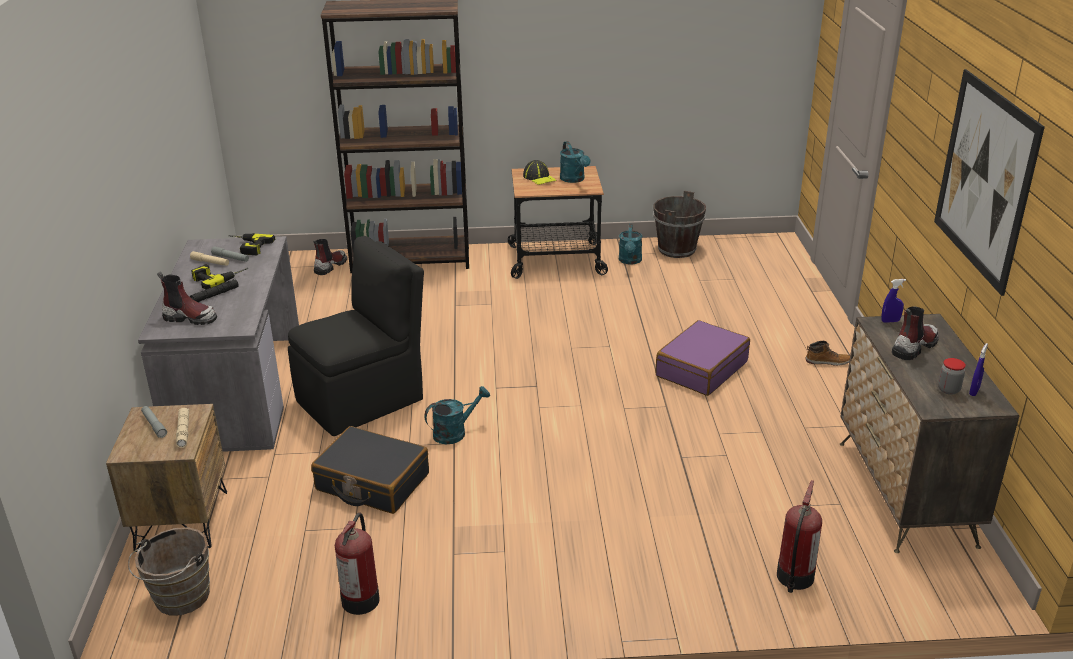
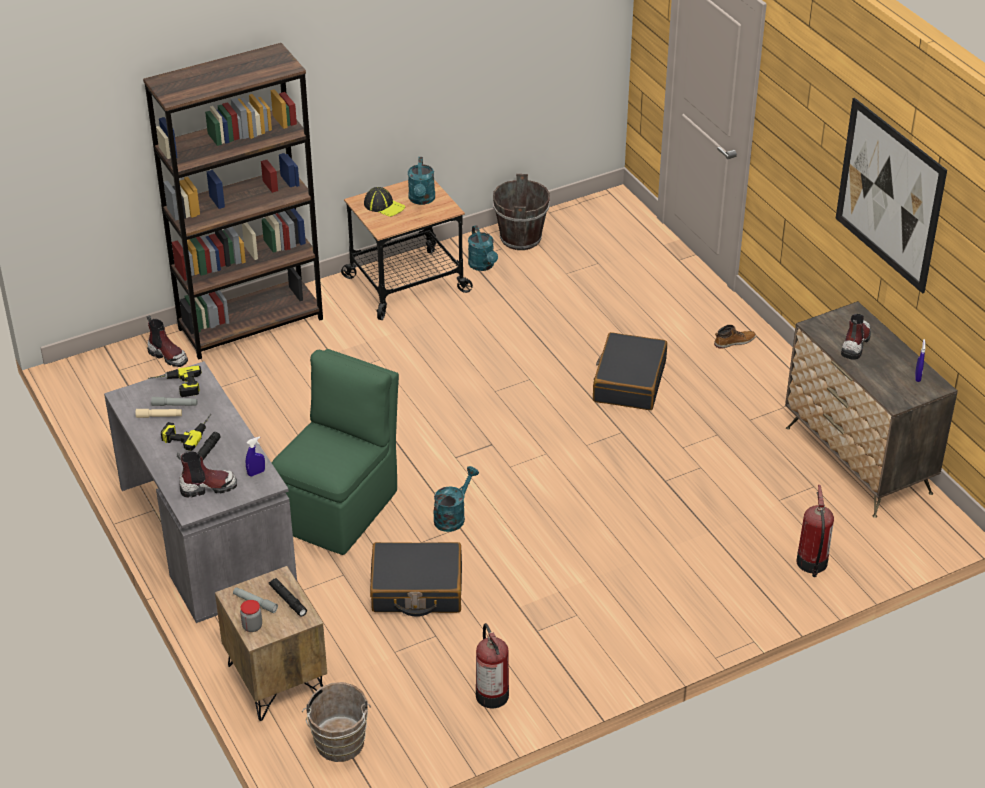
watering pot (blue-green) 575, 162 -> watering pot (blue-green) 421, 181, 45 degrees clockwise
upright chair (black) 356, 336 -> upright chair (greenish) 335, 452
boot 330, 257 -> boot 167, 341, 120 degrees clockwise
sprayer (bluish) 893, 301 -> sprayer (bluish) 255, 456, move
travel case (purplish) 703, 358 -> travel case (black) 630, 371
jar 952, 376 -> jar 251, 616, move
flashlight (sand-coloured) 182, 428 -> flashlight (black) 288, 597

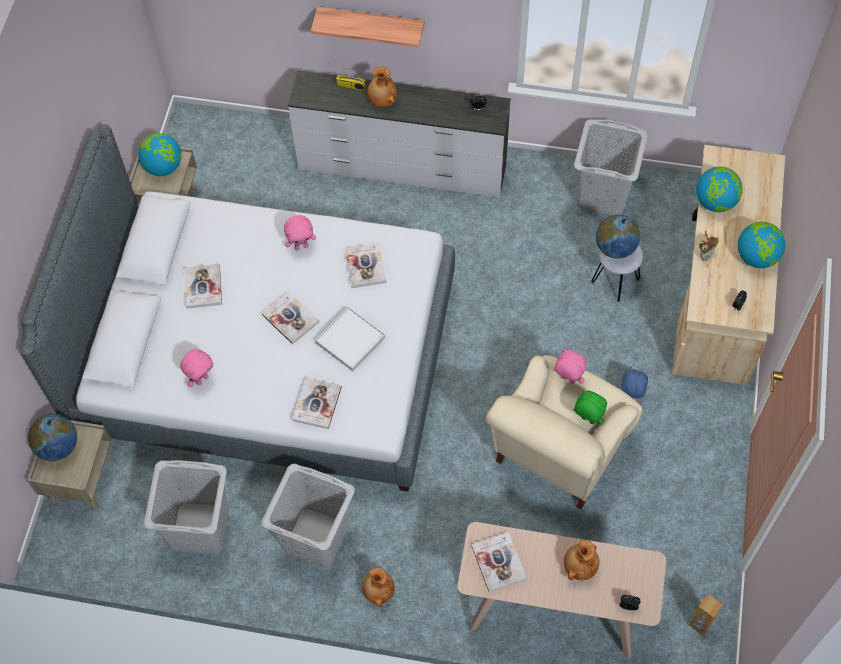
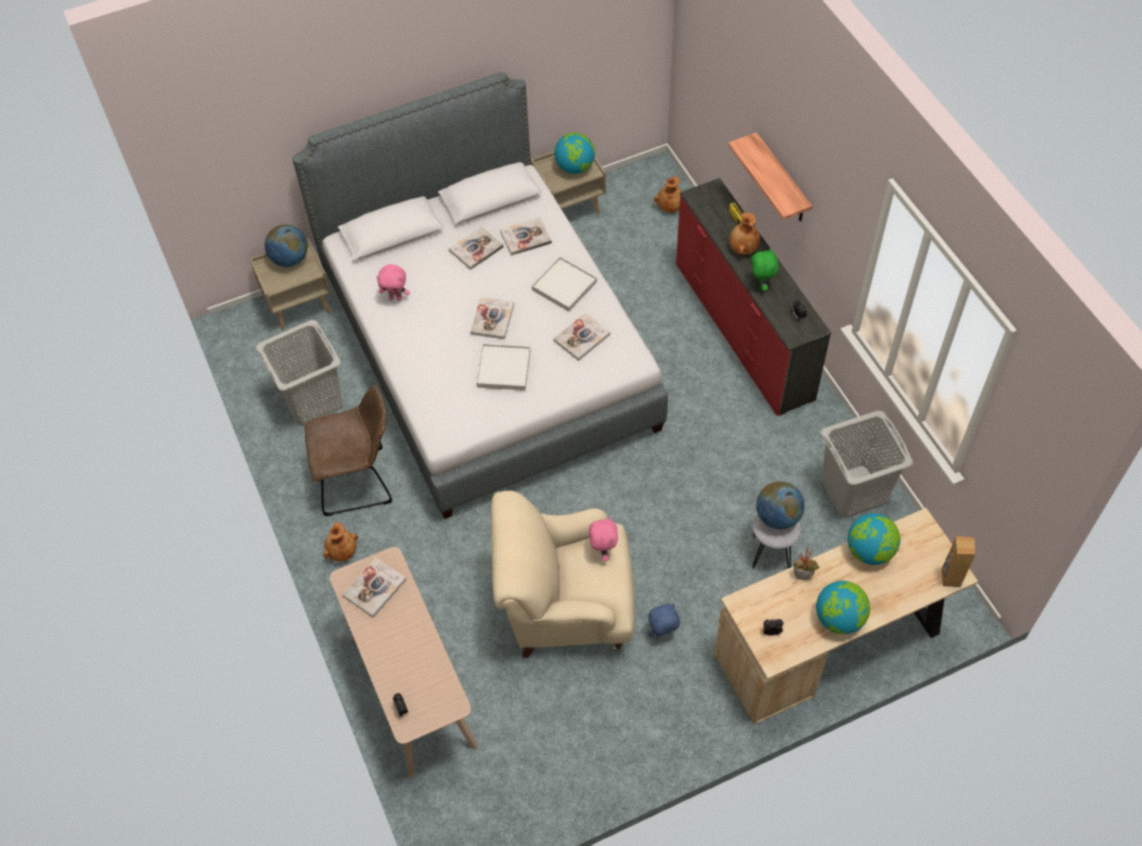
chest of drawers (whitish) 399, 134 -> chest of drawers (reddish) 753, 297
cuddly toy (pink) 300, 232 -> tray (whitish) 564, 284
volume 317, 403 -> volume 526, 236, move
cuddly toy (greenish) 591, 407 -> cuddly toy (greenish) 765, 269, move
hamper (grey) 308, 516 -> upright chair (brown) 348, 450
decorative vase (brown) 582, 560 -> decorative vase (brown) 668, 194, move
loudspeaker (brown) 706, 615 -> loudspeaker (brown) 959, 561, move

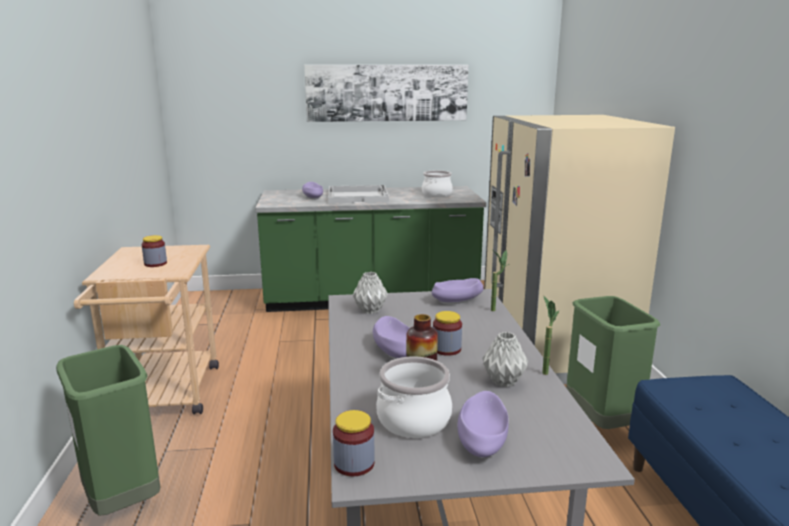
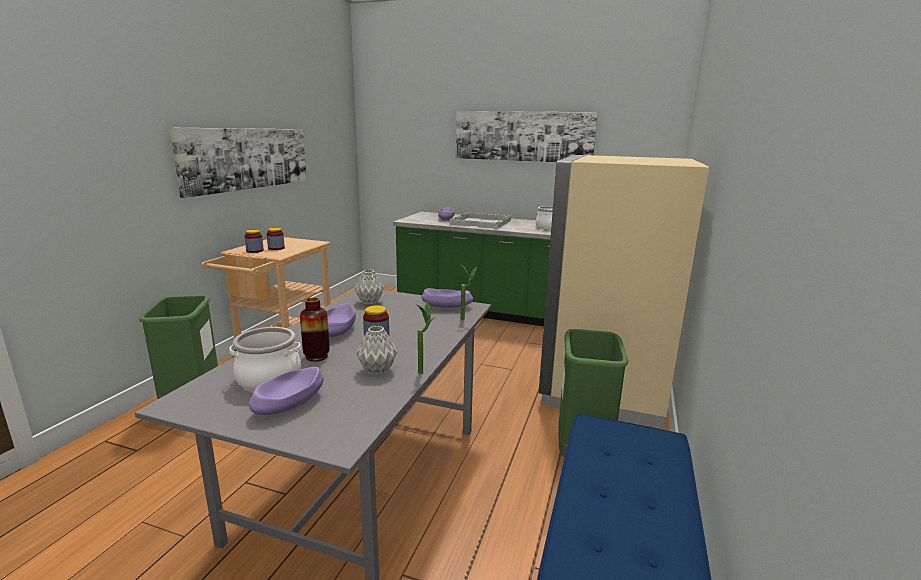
jar 354, 443 -> jar 254, 241, move
none -> wall picture 238, 162

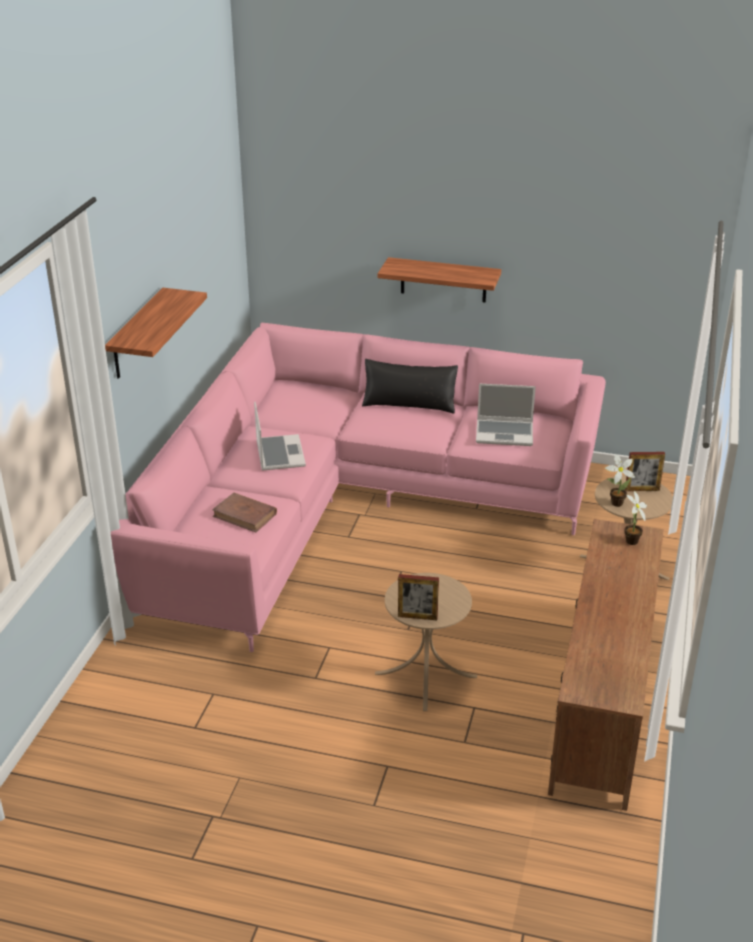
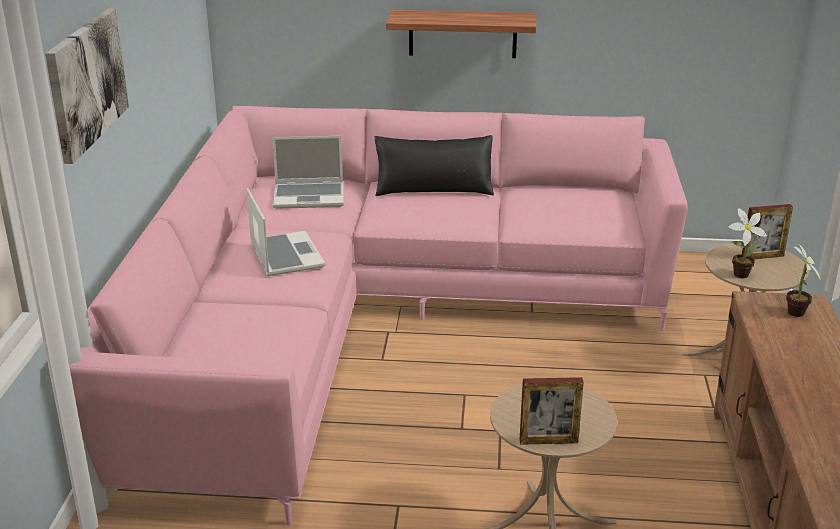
wall shelf 156, 333 -> wall picture 87, 86
laptop 506, 414 -> laptop 307, 172, move
volume (brown) 244, 512 -> none

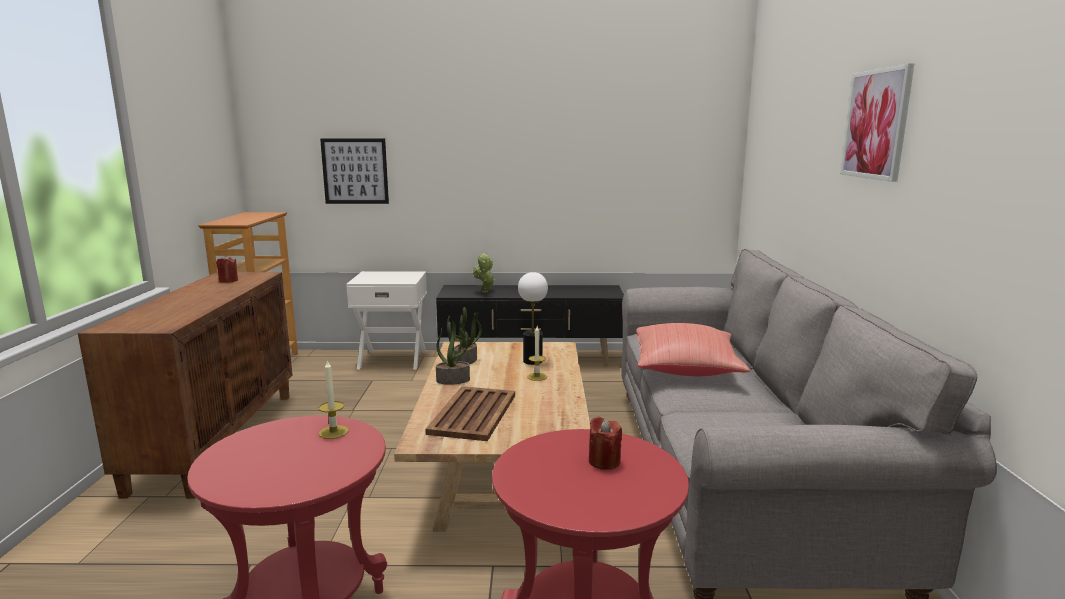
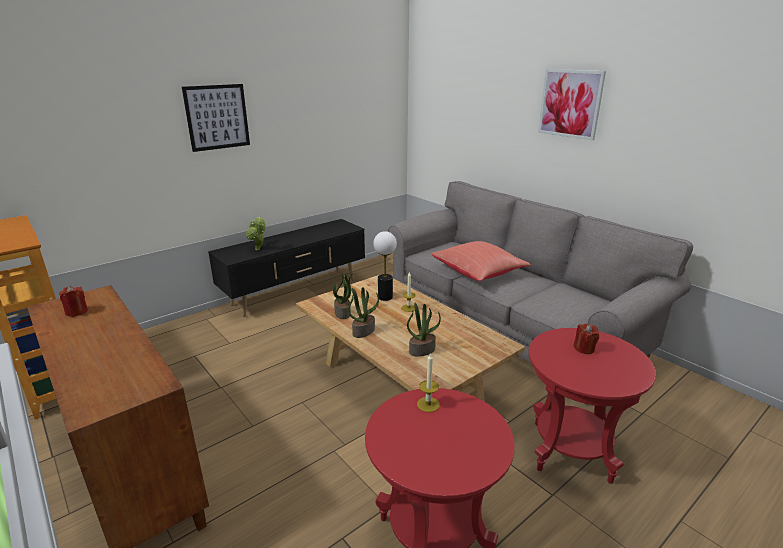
wall picture 354, 171 -> wall picture 216, 118, move
night table (whitish) 386, 320 -> none
tray (brown) 470, 413 -> houseplant 424, 329

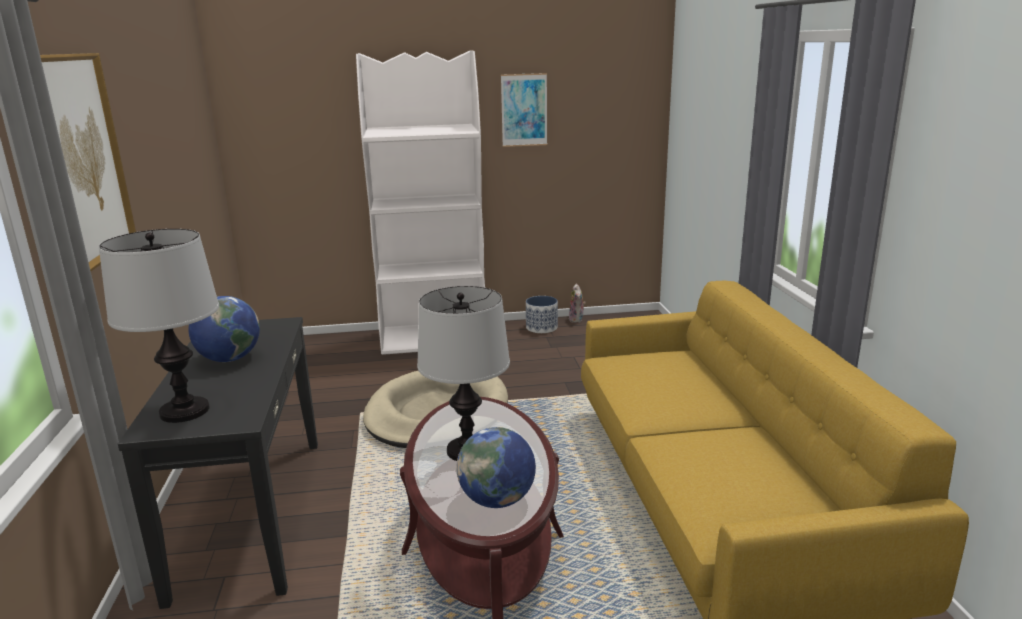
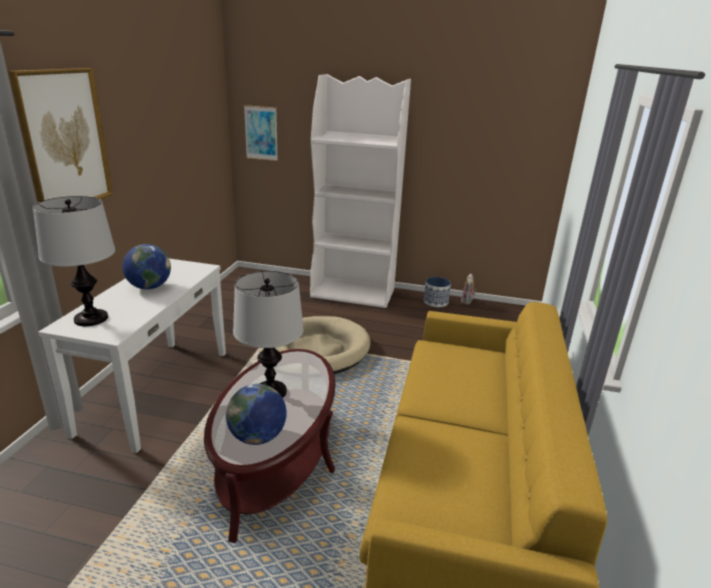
wall picture 524, 110 -> wall picture 261, 133, move
console table (black) 218, 463 -> console table (whitish) 132, 356

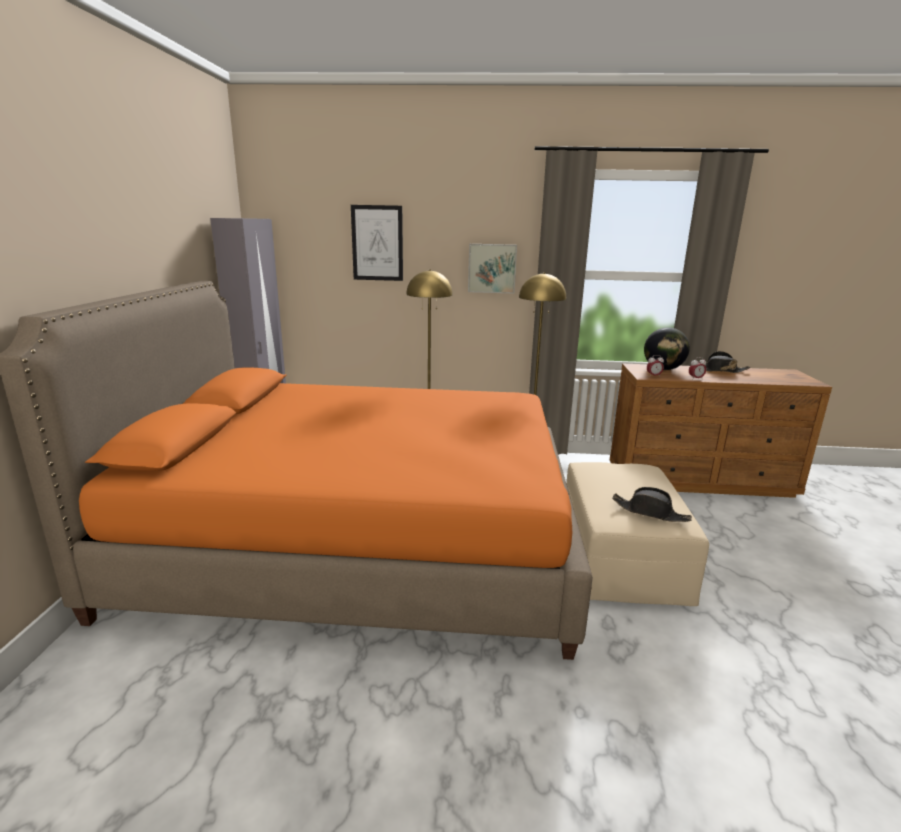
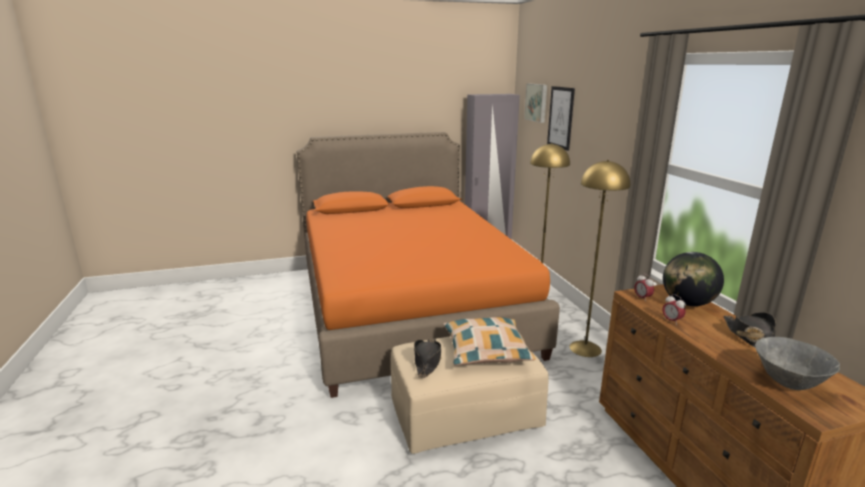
wall picture 492, 268 -> wall picture 535, 103, move
none -> cushion 489, 341
none -> deep dish (grey) 797, 363

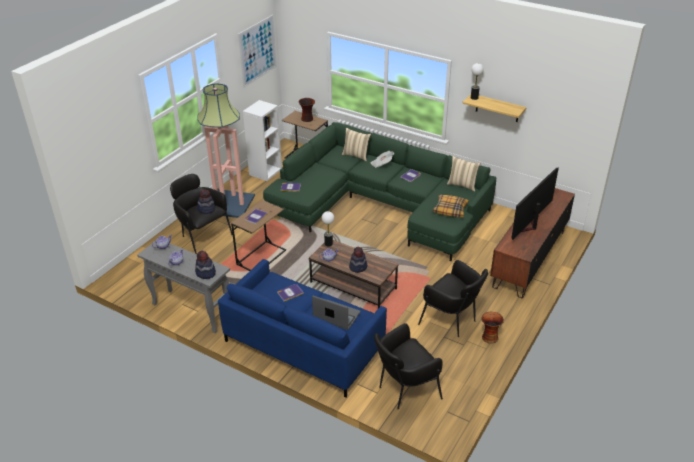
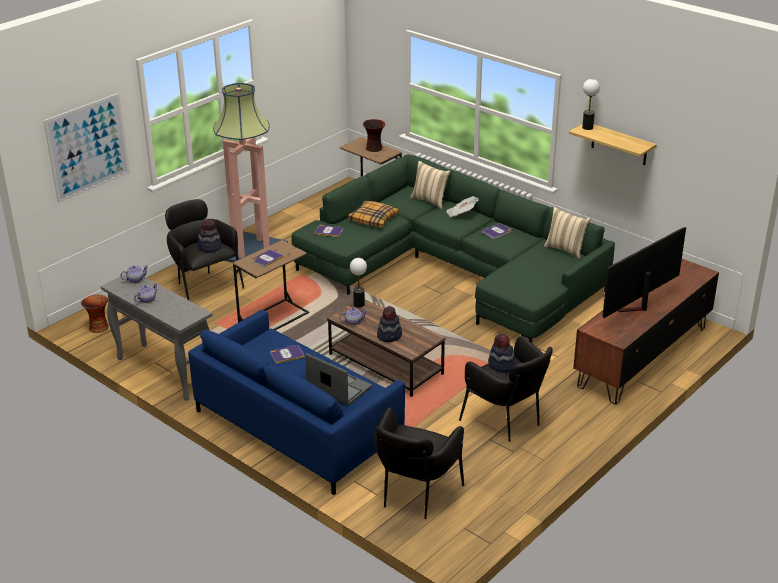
wall picture 257, 51 -> wall picture 87, 148, move
shelving unit (whitish) 262, 140 -> none
cushion 451, 206 -> cushion 373, 214, move
wearable hat 205, 265 -> wearable hat 501, 353, move
decorative vase 492, 328 -> decorative vase 95, 314, move
lounge chair (black) 408, 366 -> lounge chair (black) 419, 463, 45 degrees counterclockwise

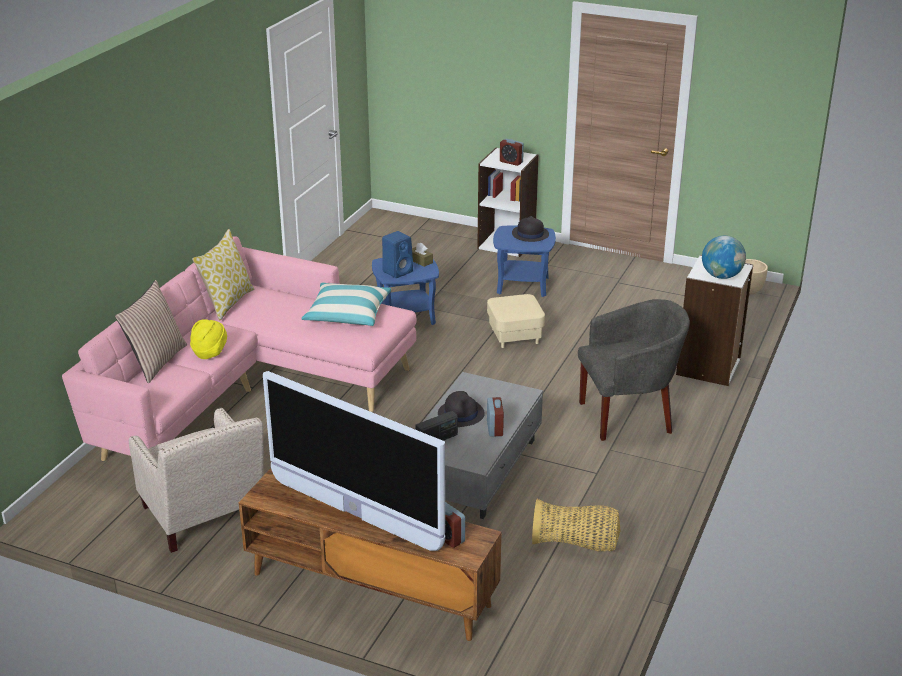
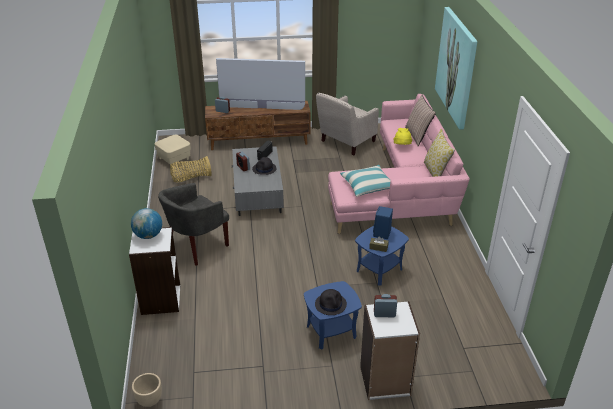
ottoman (sand-coloured) 516, 321 -> ottoman (sand-coloured) 173, 150, move
lounge chair (sand-coloured) 196, 480 -> lounge chair (sand-coloured) 347, 124, 75 degrees counterclockwise
none -> wall picture 456, 68

